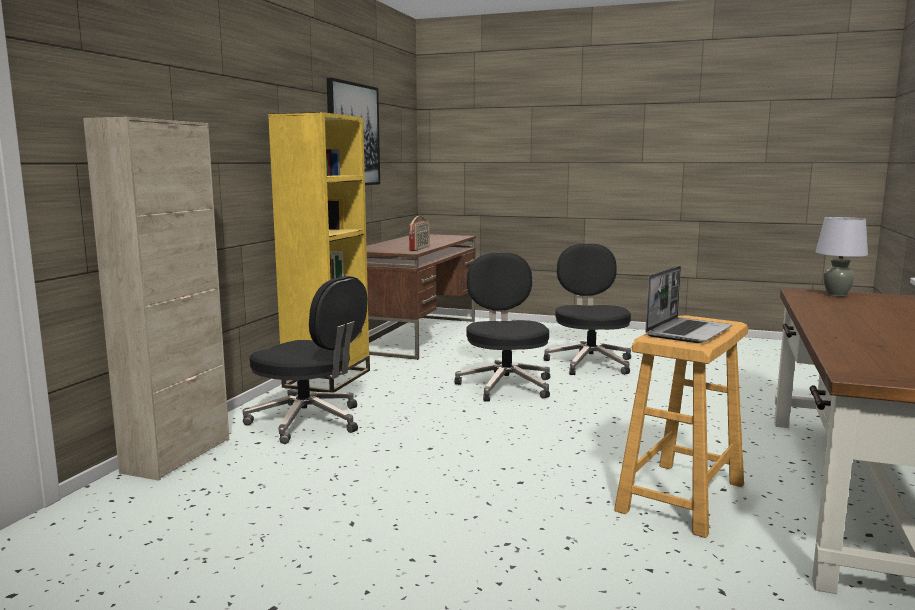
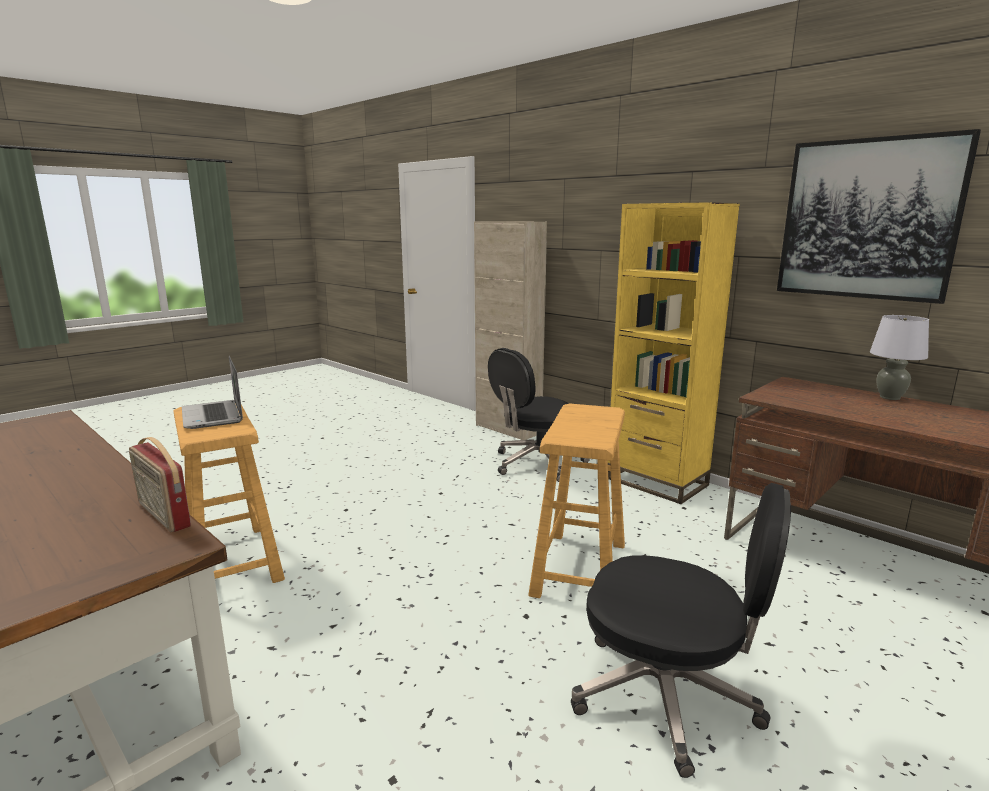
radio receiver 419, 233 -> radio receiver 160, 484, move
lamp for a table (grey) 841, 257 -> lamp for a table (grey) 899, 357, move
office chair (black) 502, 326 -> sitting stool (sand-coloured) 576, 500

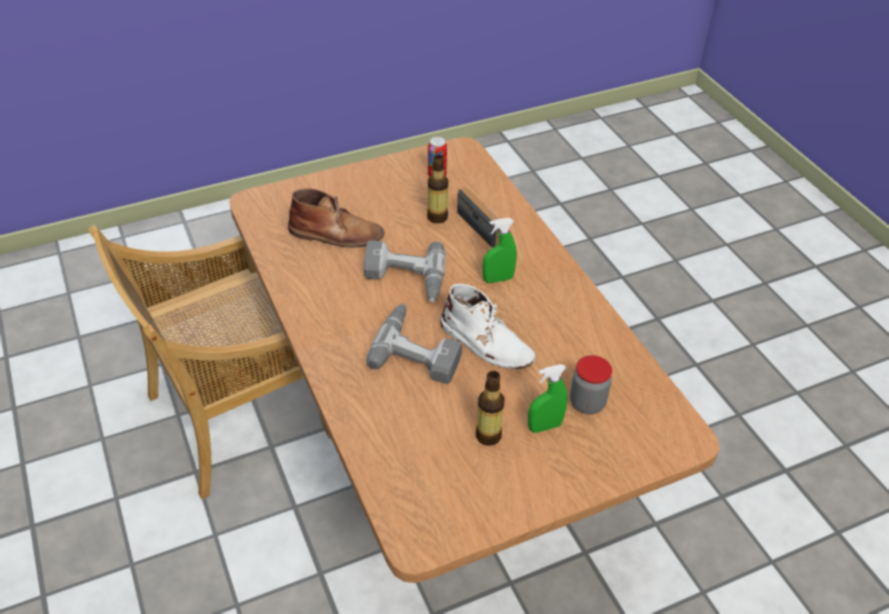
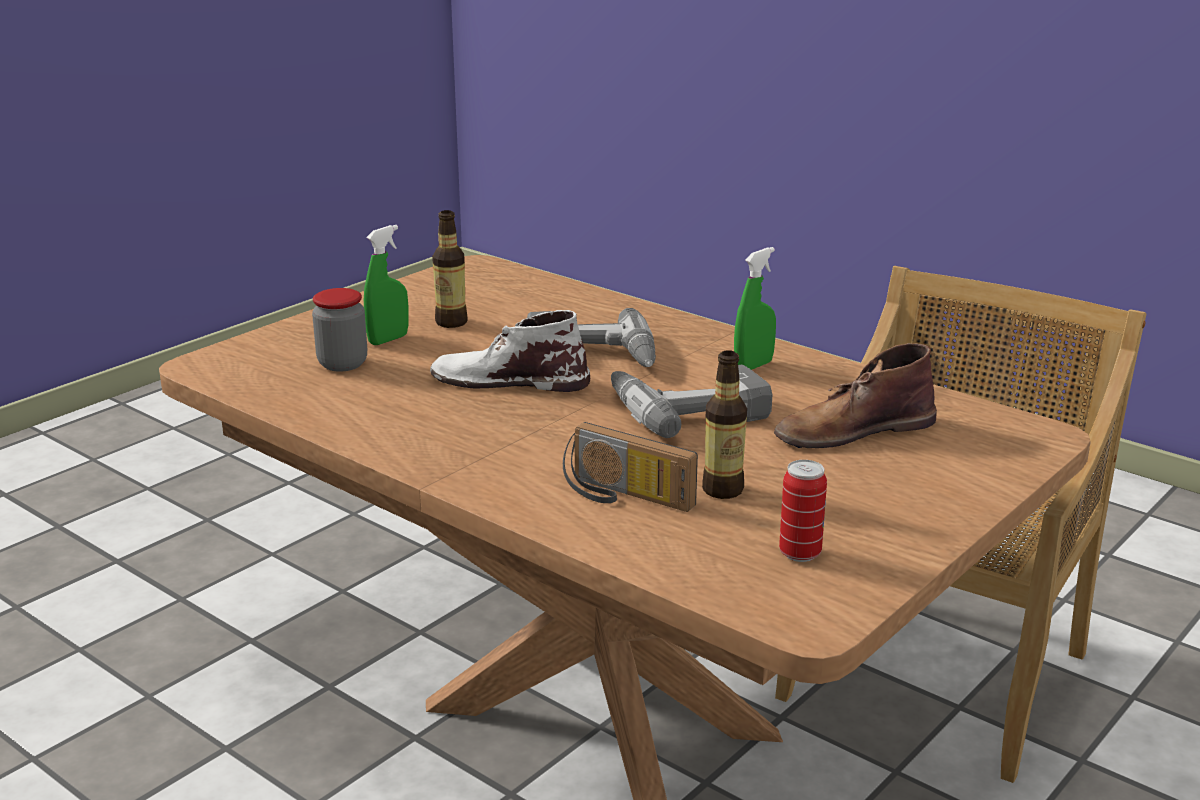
sprayer (greenish) 500, 250 -> sprayer (greenish) 755, 308, move

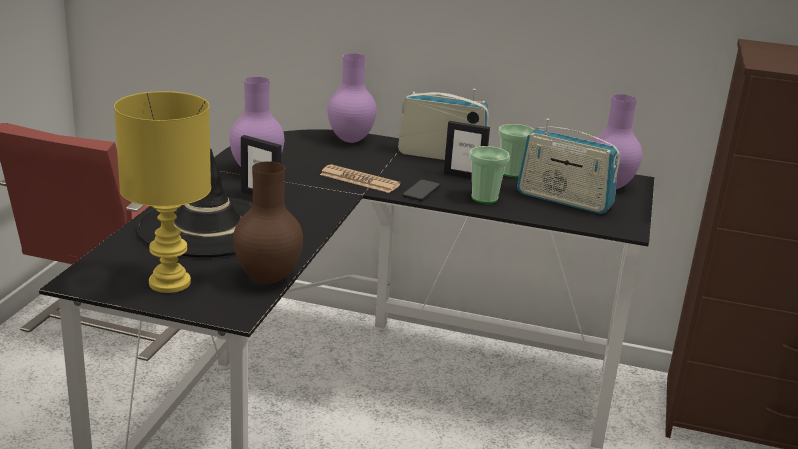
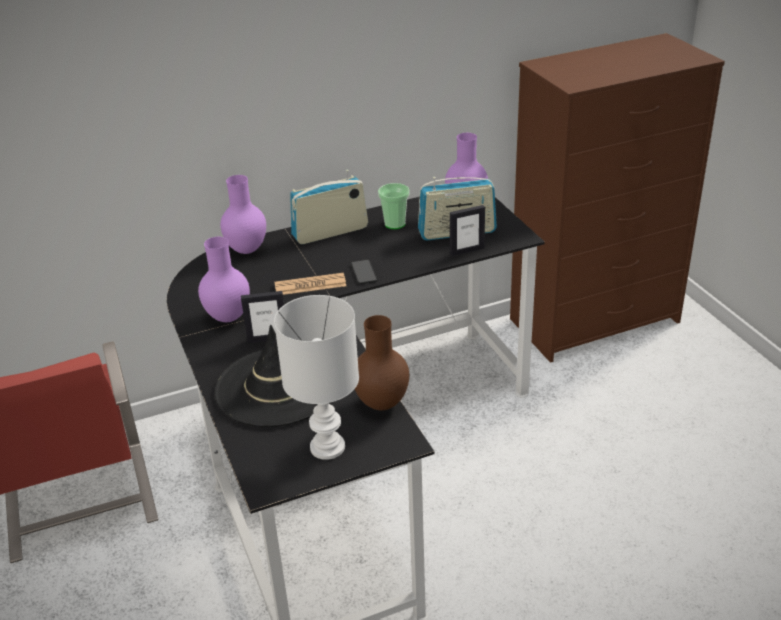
lamp for a table (yellow) 162, 192 -> lamp for a table (whitish) 316, 377
standing frame 467, 150 -> standing frame 467, 230, move
small cup 489, 175 -> none

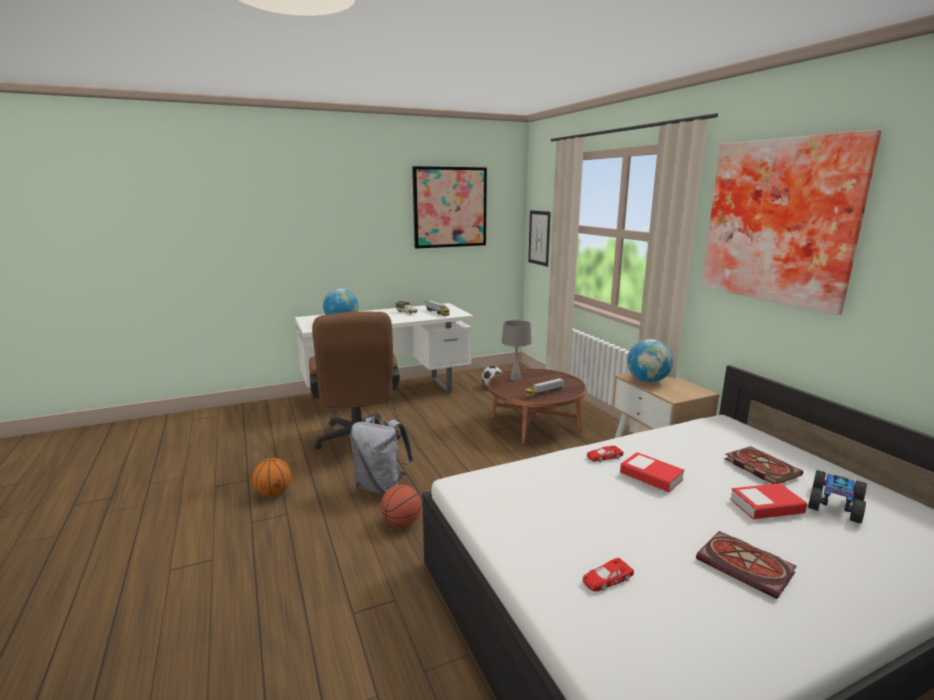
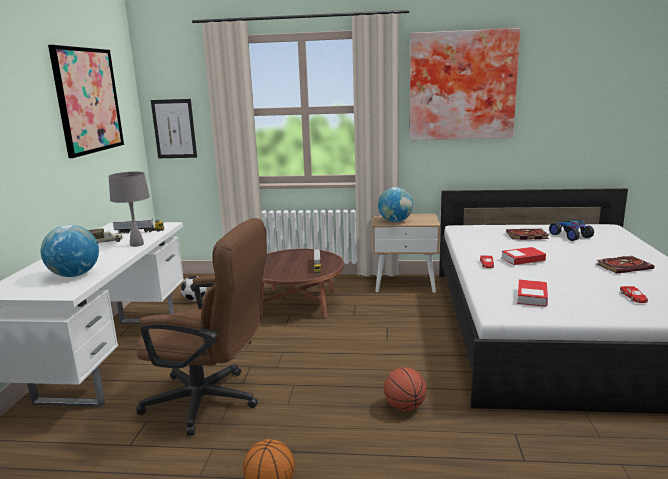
lamp for a table (grey) 516, 350 -> lamp for a table (grey) 129, 209, move
backpack (grey) 381, 456 -> none
volume 768, 501 -> volume 532, 293, move

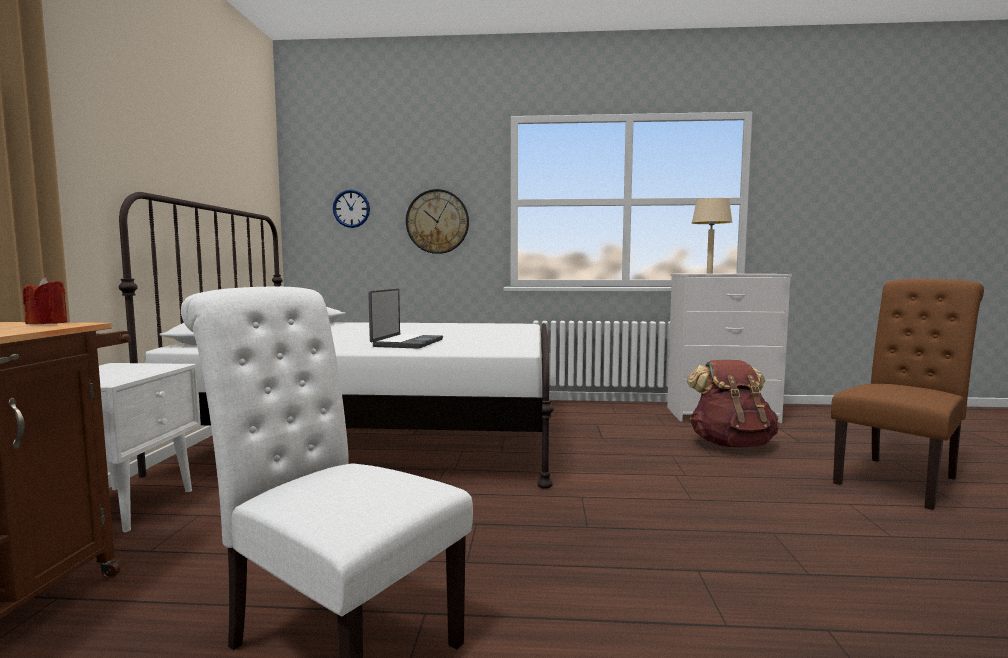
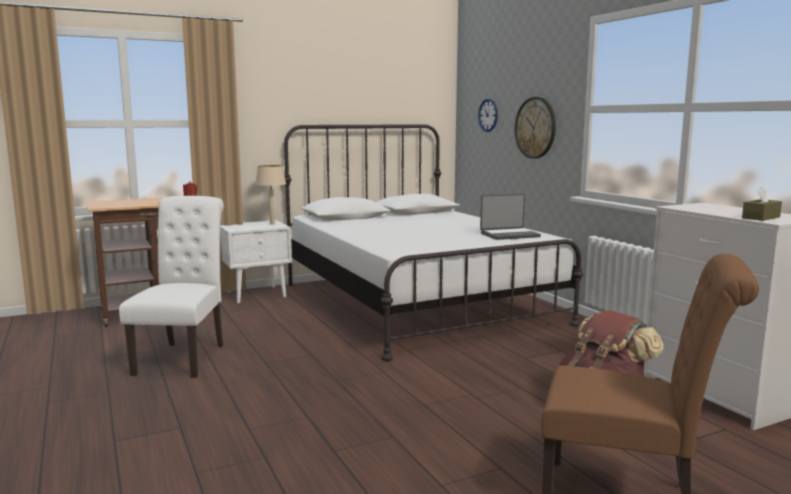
lamp for a table (sand-coloured) 712, 236 -> lamp for a table (sand-coloured) 270, 195, move
laptop 405, 319 -> laptop 510, 217, move
none -> tissue box (brown) 762, 203

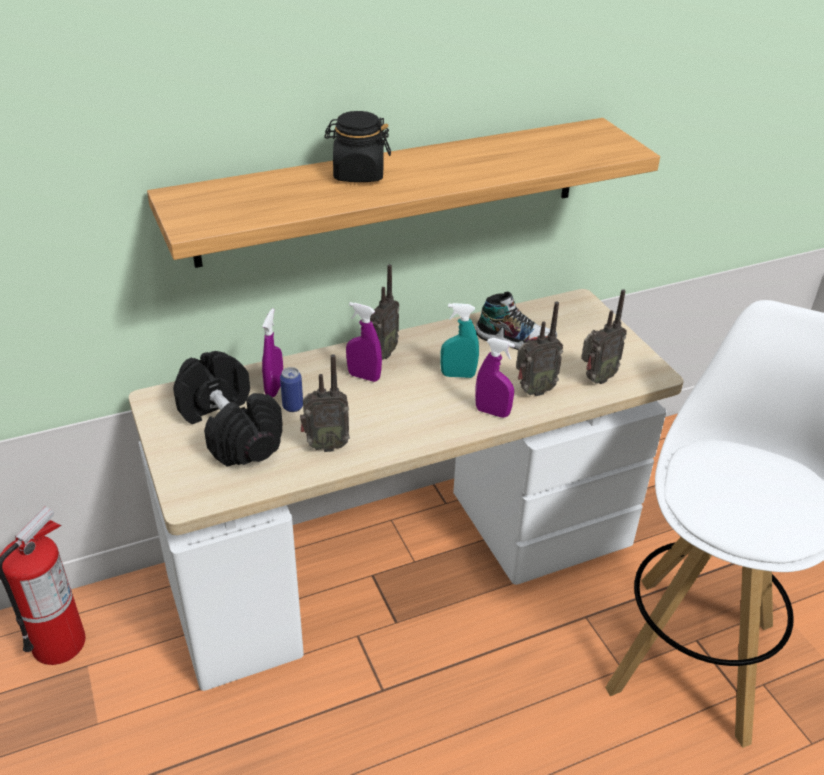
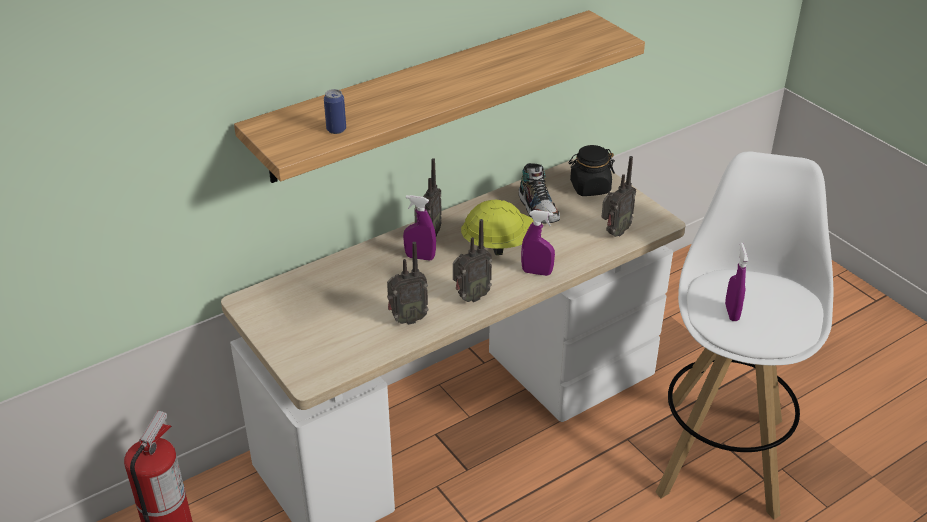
jar (black) 357, 146 -> jar (black) 592, 170, move
shoe 516, 321 -> shoe 539, 193, 60 degrees clockwise
radio receiver 539, 349 -> radio receiver 472, 260, move
sprayer (blue-green) 459, 340 -> hard hat (yellow) 497, 227
sprayer (purplish) 272, 353 -> sprayer (purplish) 736, 282, move
dumbbell (black) 228, 409 -> none
metal can 291, 389 -> metal can 335, 111, move

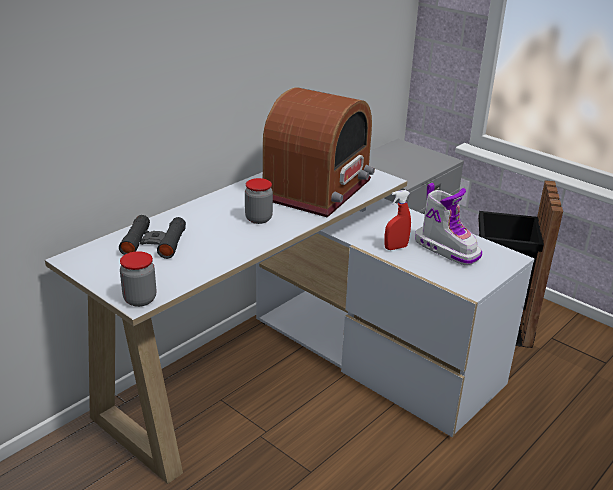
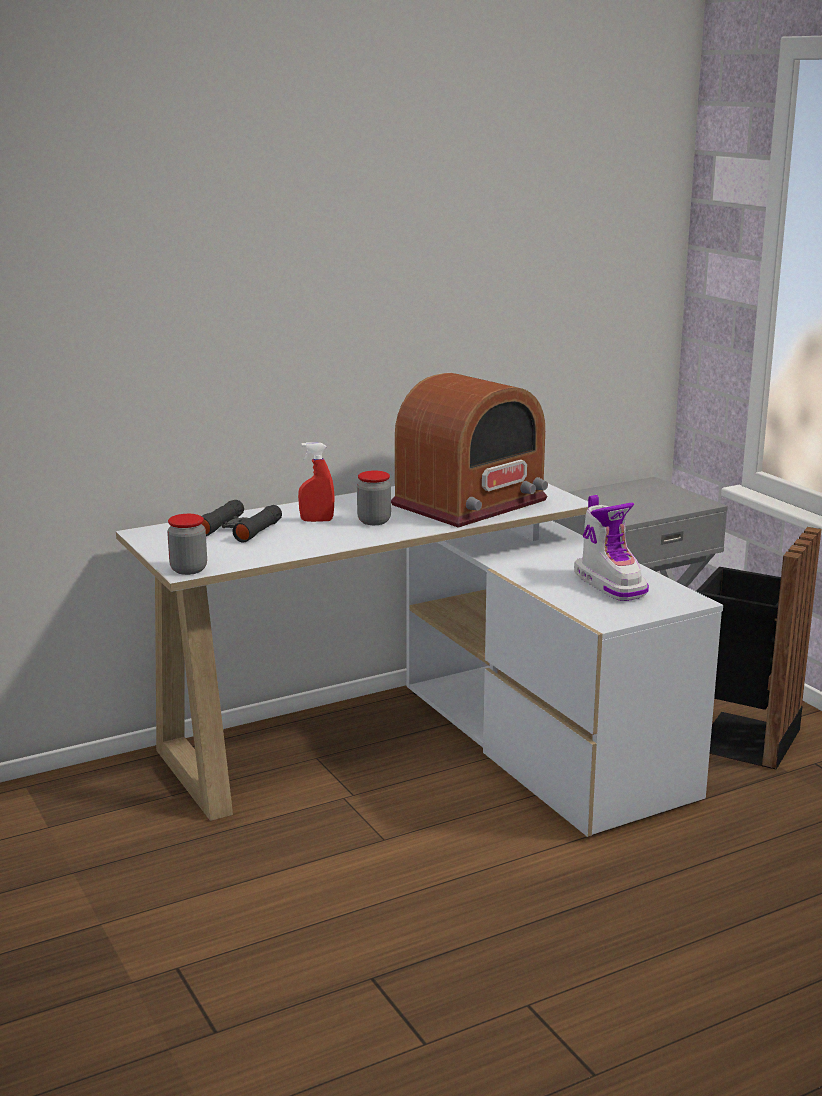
sprayer (reddish) 398, 220 -> sprayer (reddish) 316, 482, move

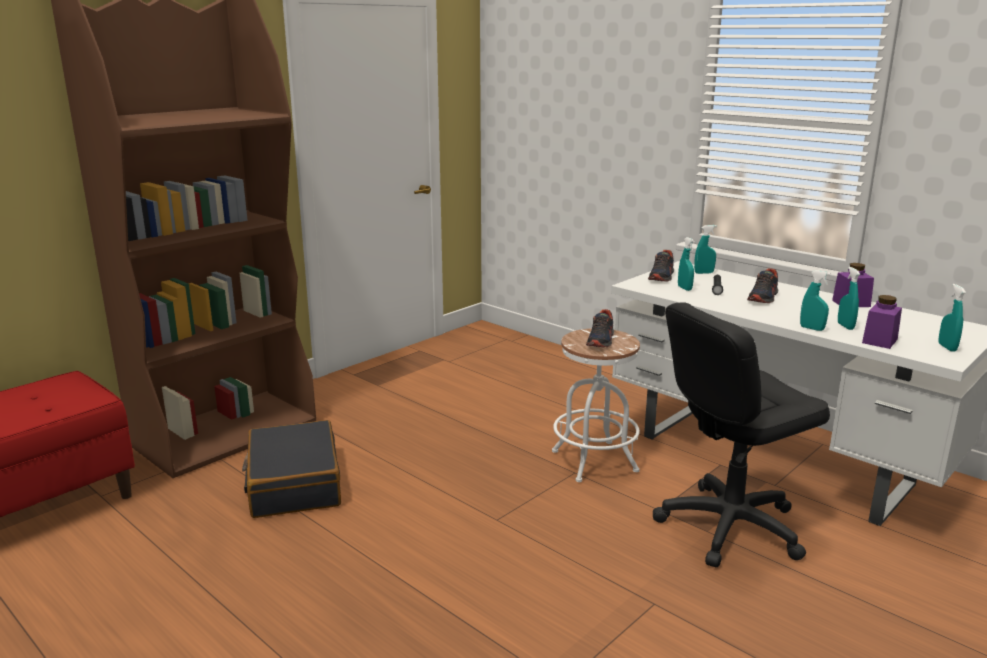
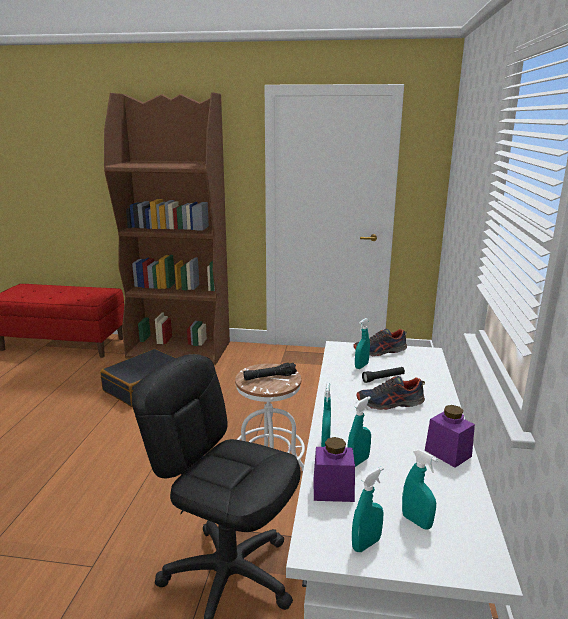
sprayer (blue-green) 705, 249 -> sprayer (blue-green) 420, 489, move
shoe 600, 328 -> flashlight (black) 270, 372

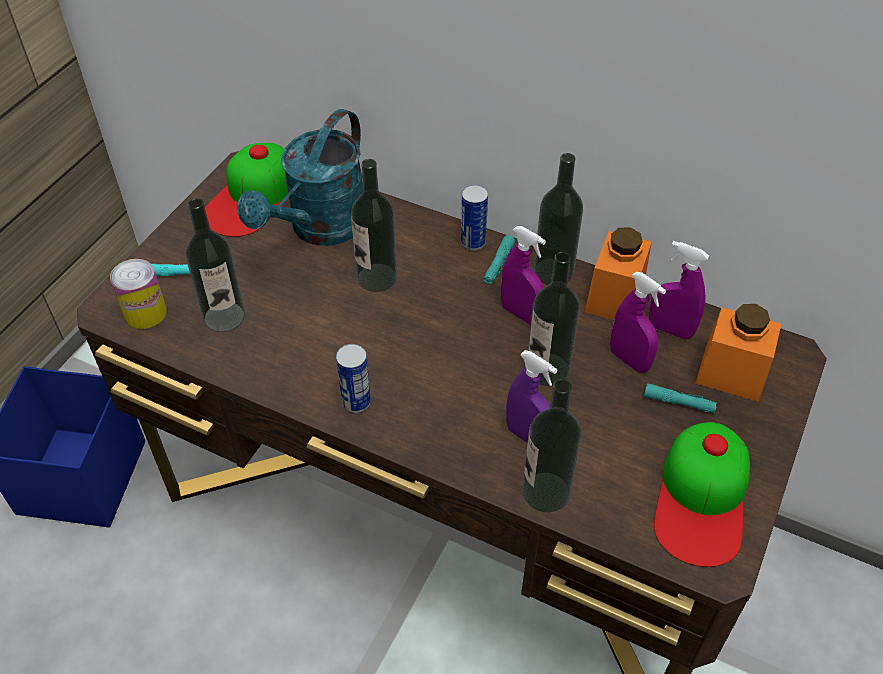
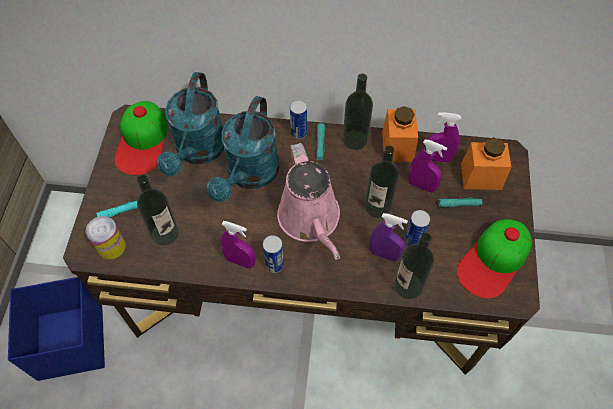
drink bottle 374, 225 -> watering pot (blue-green) 242, 149
sprayer (purplish) 523, 275 -> sprayer (purplish) 238, 245, move
cap 702, 494 -> cap 494, 259, 45 degrees clockwise
none -> watering pot (pink) 308, 201
none -> metal can 417, 228

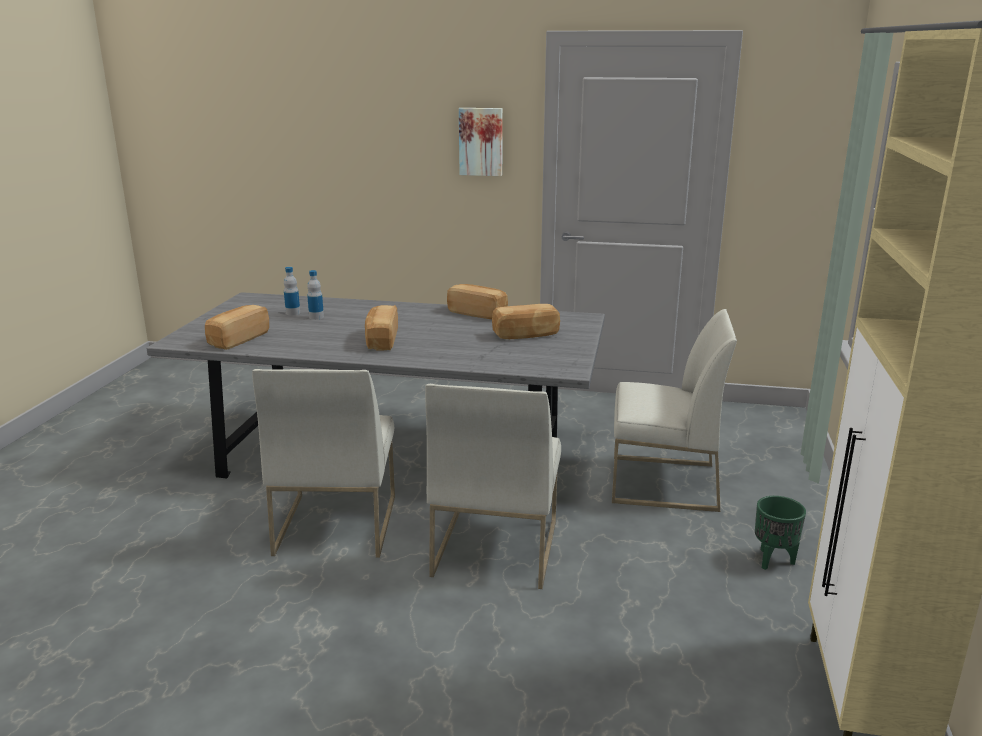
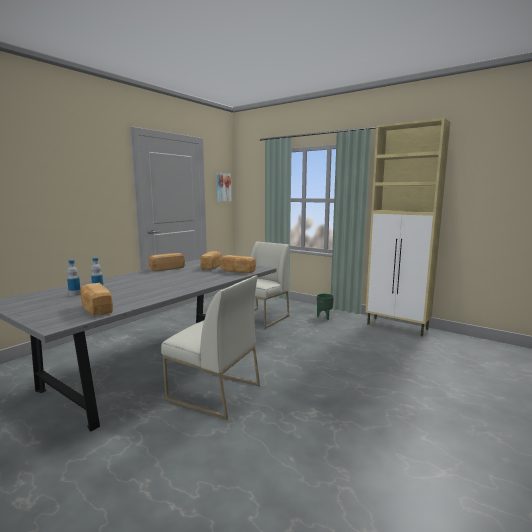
wall picture 481, 142 -> wall picture 224, 187, move
baked bread 381, 328 -> baked bread 238, 264, move
upright chair (whitish) 493, 486 -> none

